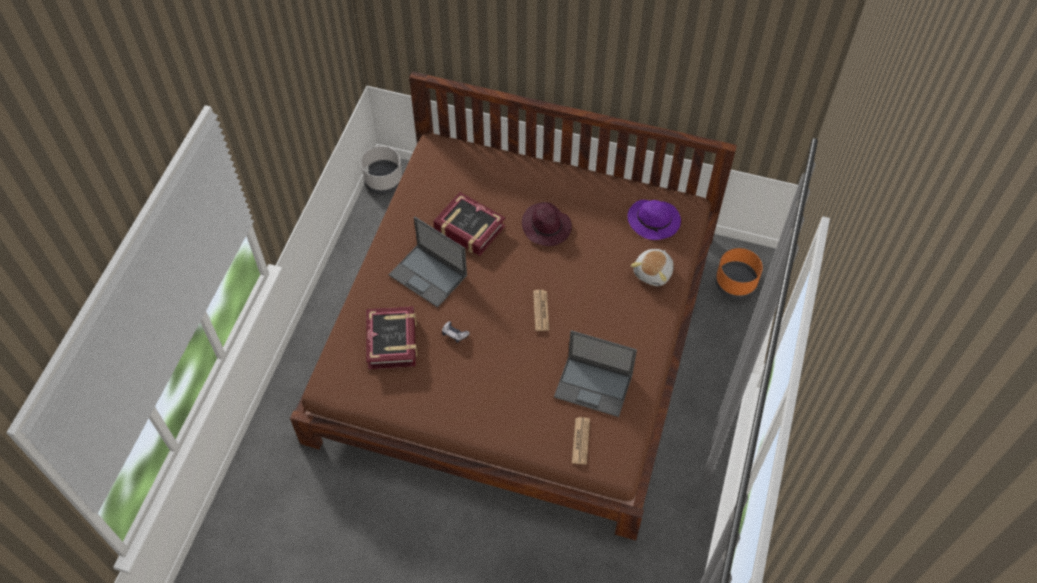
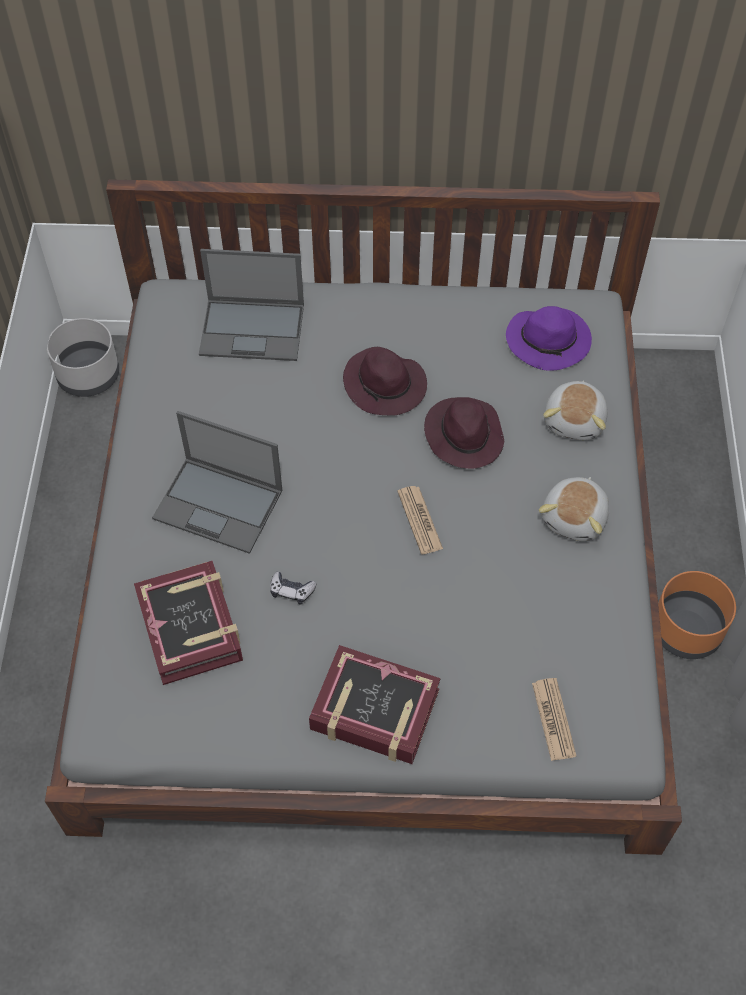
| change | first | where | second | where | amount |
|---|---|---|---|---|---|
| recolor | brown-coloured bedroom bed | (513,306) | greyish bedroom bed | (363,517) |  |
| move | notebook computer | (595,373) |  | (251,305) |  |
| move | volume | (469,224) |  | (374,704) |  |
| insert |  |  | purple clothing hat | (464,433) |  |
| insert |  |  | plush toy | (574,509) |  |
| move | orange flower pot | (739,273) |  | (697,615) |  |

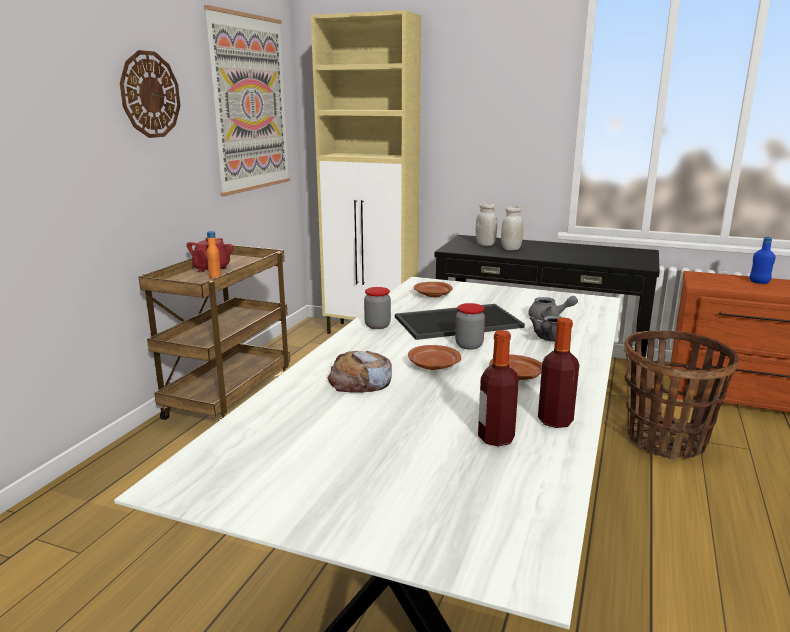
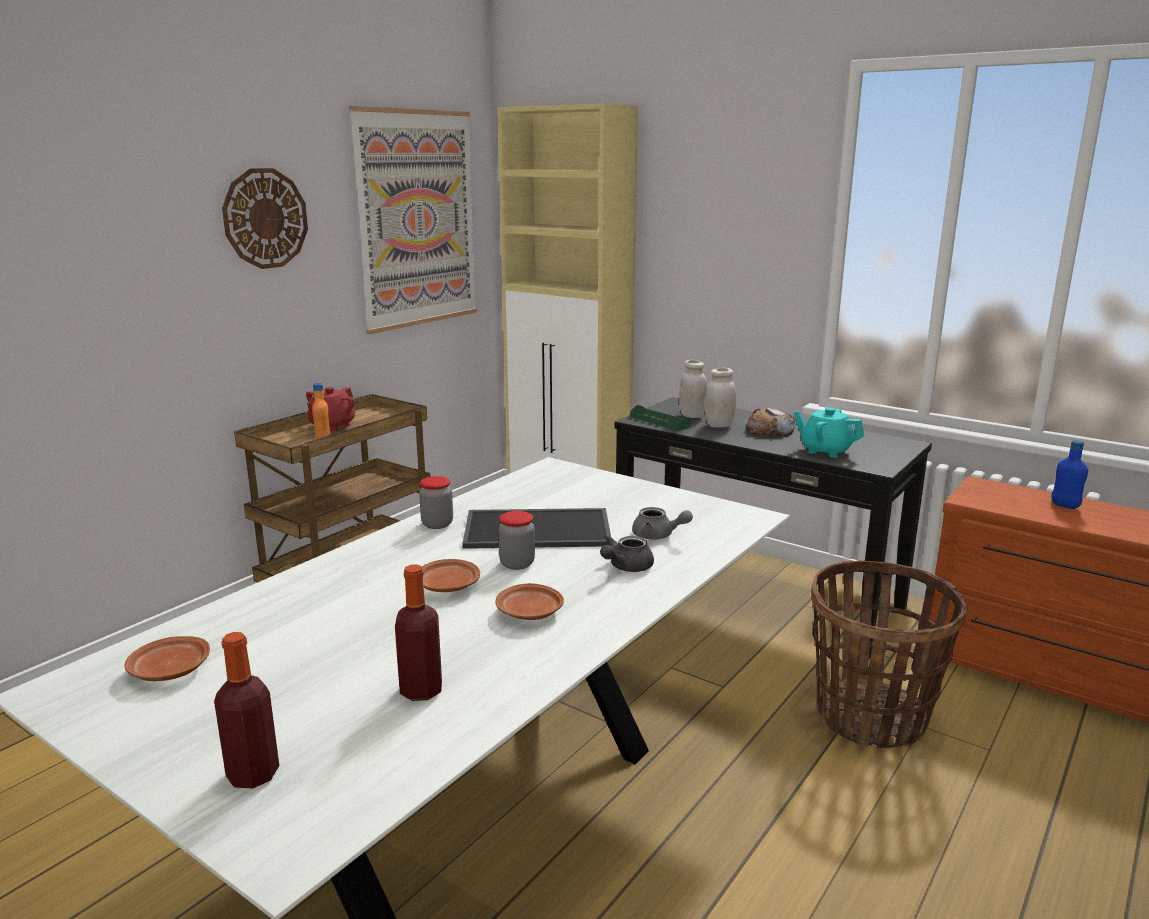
| change | first | where | second | where | amount |
|---|---|---|---|---|---|
| move | brown-coloured dinner plate | (433,289) |  | (167,658) |  |
| move | bottle | (558,373) |  | (246,710) |  |
| insert |  |  | greenish serving tray | (660,418) |  |
| move | bread | (360,372) |  | (770,422) |  |
| insert |  |  | turquoise-coloured pot for tea | (828,433) |  |

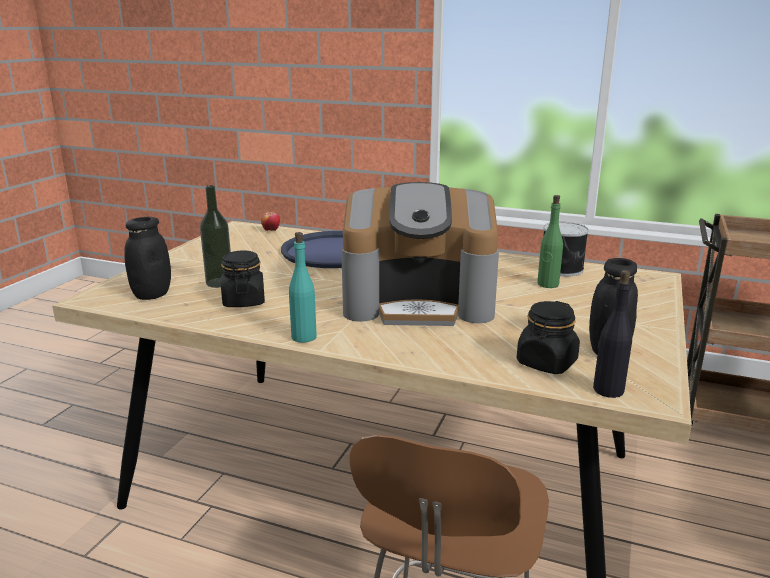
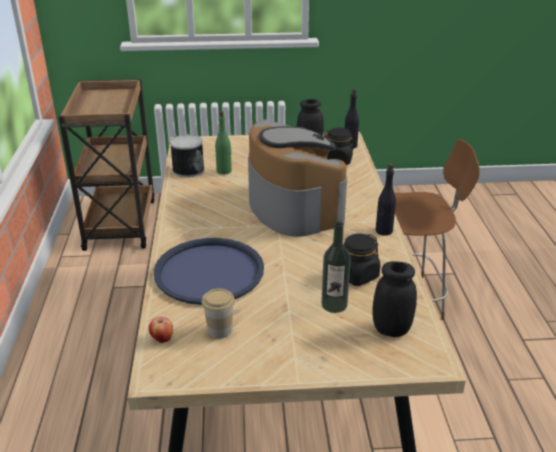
| change | first | where | second | where | amount |
|---|---|---|---|---|---|
| insert |  |  | drinking cup | (218,313) |  |
| recolor | turquoise-coloured bottle | (303,287) | blackish bottle | (386,199) |  |

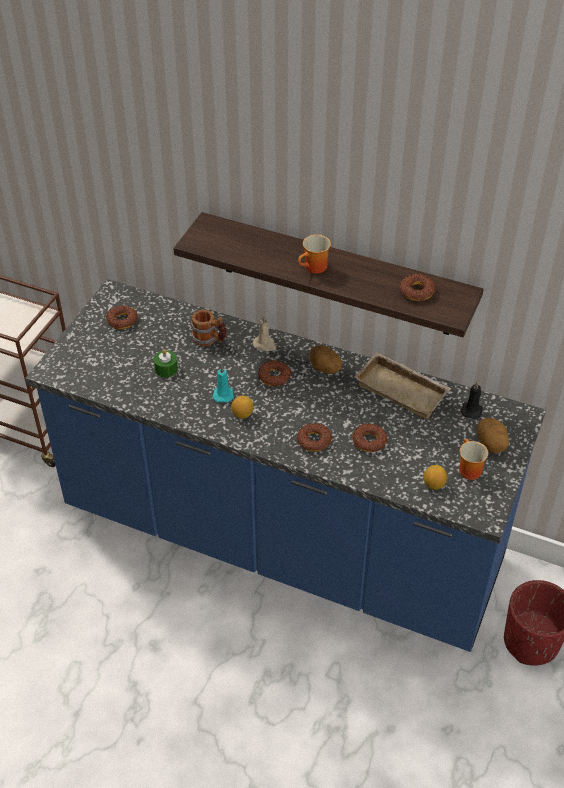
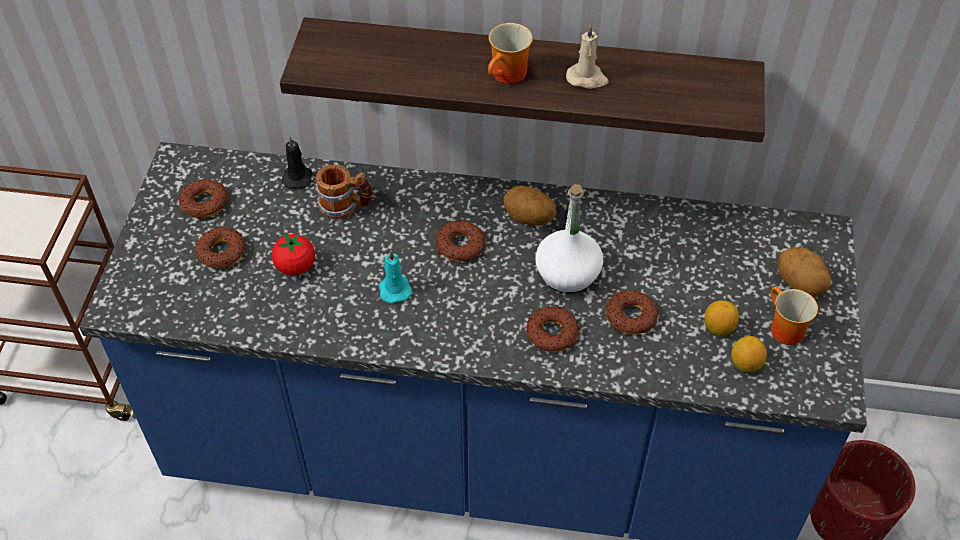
| change | first | where | second | where | amount |
|---|---|---|---|---|---|
| move | ring doughnut | (417,287) |  | (220,248) |  |
| replace | greenish wax light | (166,363) | whole tomato | (293,254) |  |
| move | blackish wax light | (471,400) |  | (296,162) |  |
| insert |  |  | white bottle | (569,238) |  |
| move | beige wax light | (264,333) |  | (587,56) |  |
| move | whole lemon | (242,407) |  | (721,318) |  |
| delete | beige serving tray | (402,385) |  |  |  |

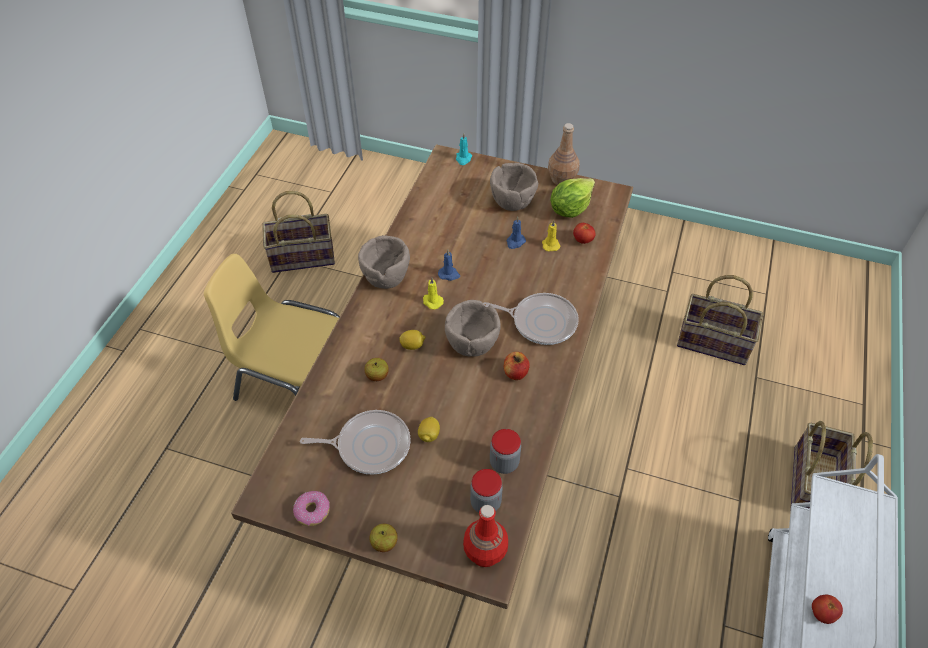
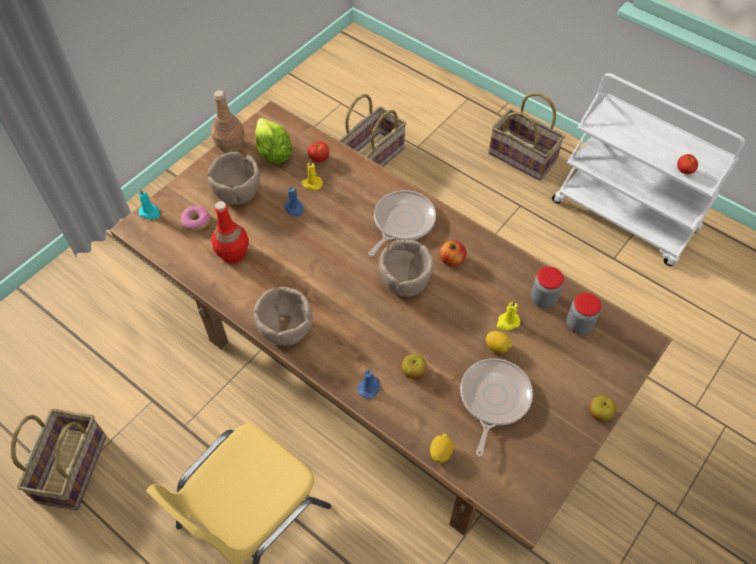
| change | first | where | second | where | amount |
|---|---|---|---|---|---|
| move | ring doughnut | (311,508) |  | (195,219) |  |
| move | reddish bottle | (485,536) |  | (230,232) |  |
| move | bluish wax light | (449,265) |  | (369,384) |  |
| move | whole lemon | (412,340) |  | (442,448) |  |
| move | yellow wax light | (433,293) |  | (508,315) |  |

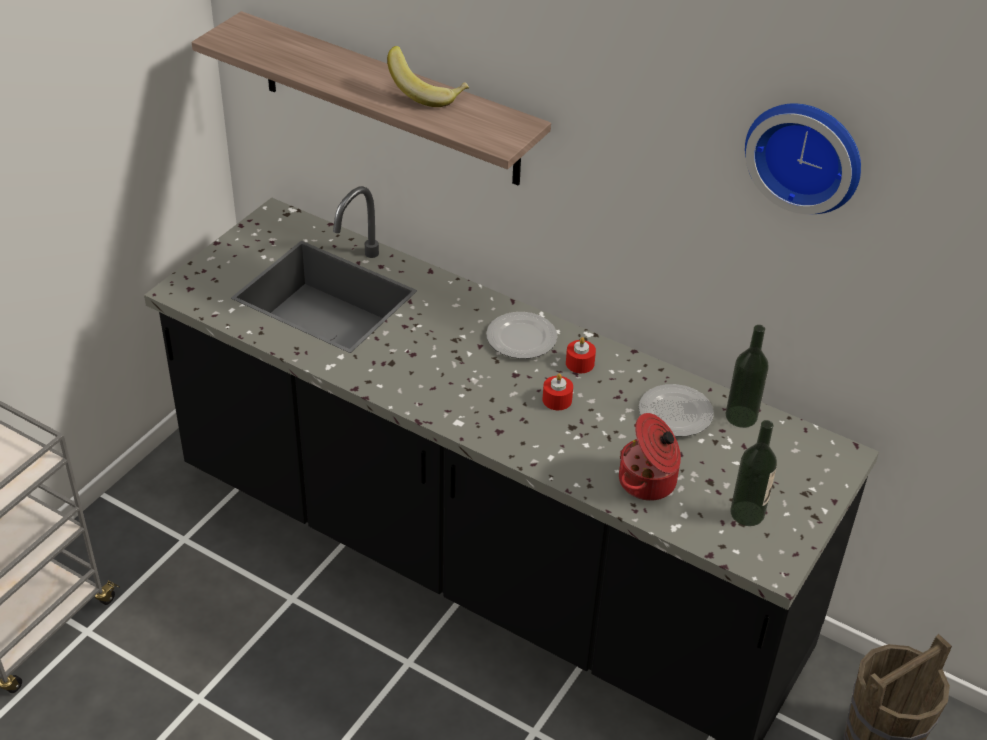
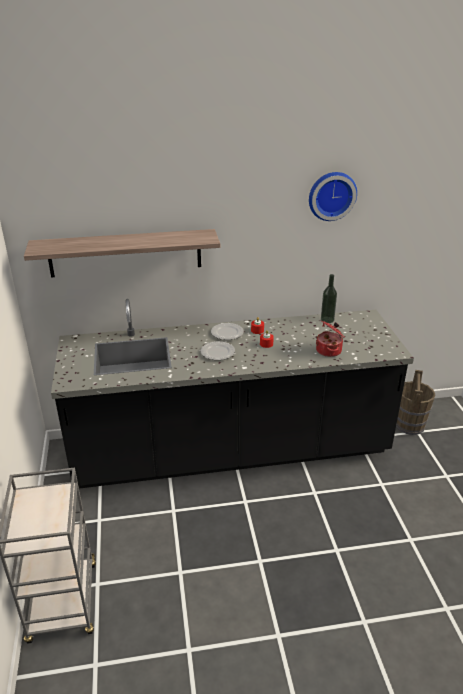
| change | first | where | second | where | amount |
|---|---|---|---|---|---|
| move | dinner plate | (676,410) |  | (218,350) |  |
| delete | whole banana | (428,76) |  |  |  |
| delete | bottle | (753,473) |  |  |  |

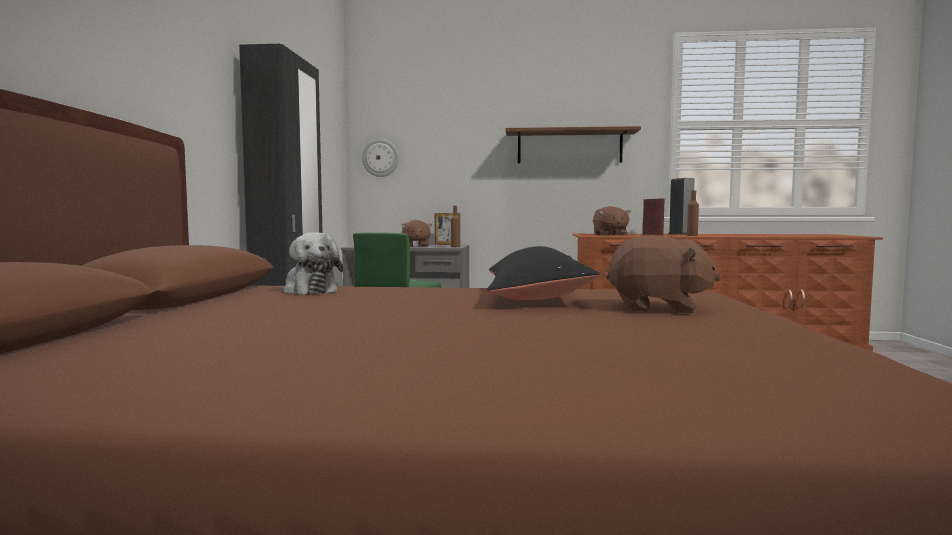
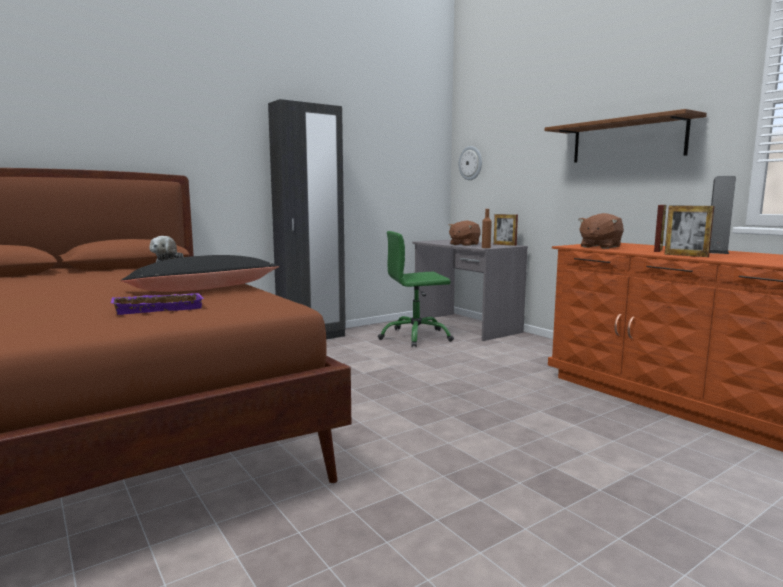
| change | first | where | second | where | amount |
|---|---|---|---|---|---|
| replace | brown-coloured plush toy | (664,275) | purple serving tray | (157,304) |  |
| replace | brown-coloured bottle | (693,213) | photo frame | (689,231) |  |

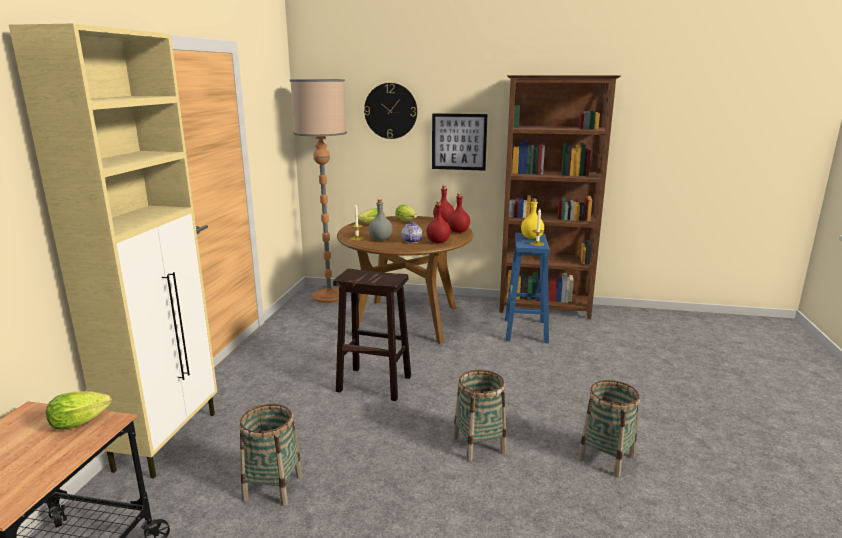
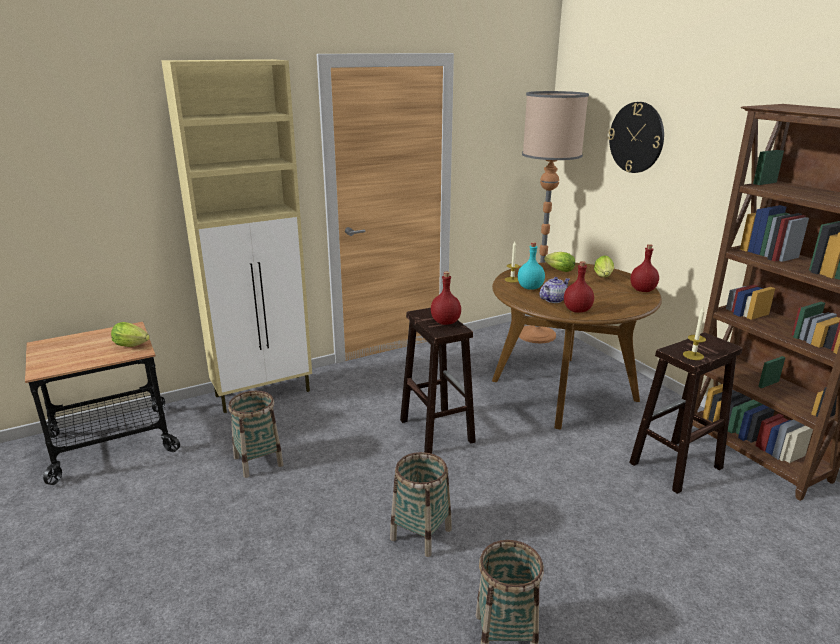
| change | first | where | second | where | amount |
|---|---|---|---|---|---|
| move | reddish bottle | (459,213) |  | (446,298) |  |
| recolor | greyish bottle | (380,220) | turquoise-coloured bottle | (531,266) |  |
| recolor | bluish sitting stool | (527,288) | brown-coloured sitting stool | (686,413) |  |
| delete | picture | (459,142) |  |  |  |
| delete | yellow bottle | (532,218) |  |  |  |

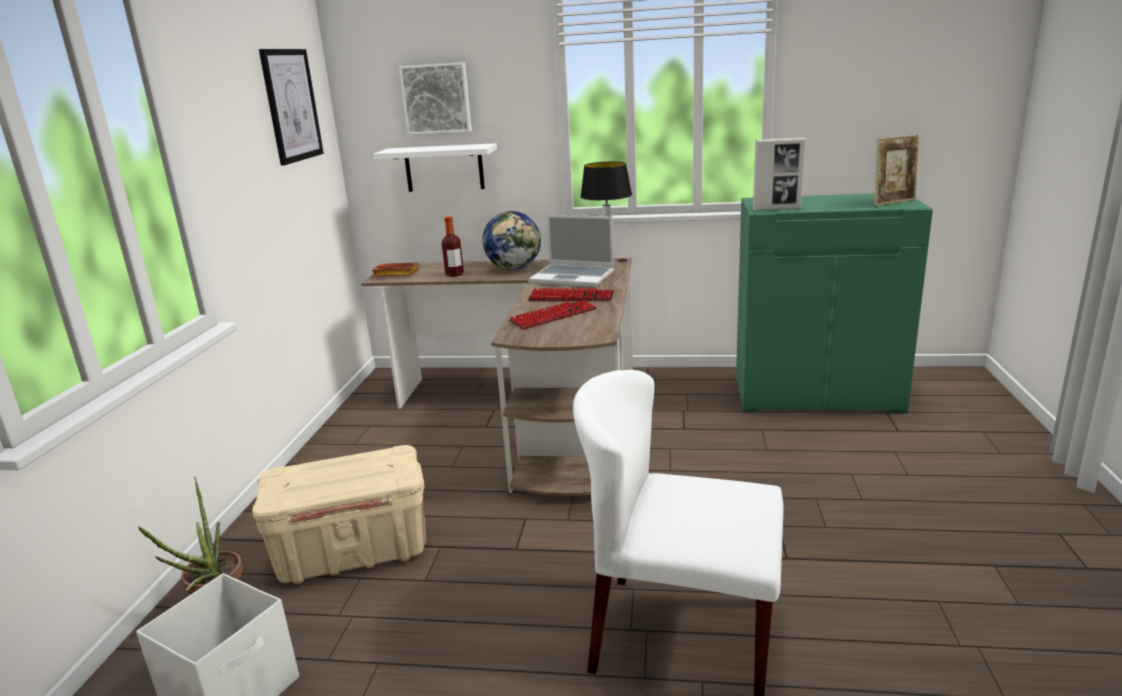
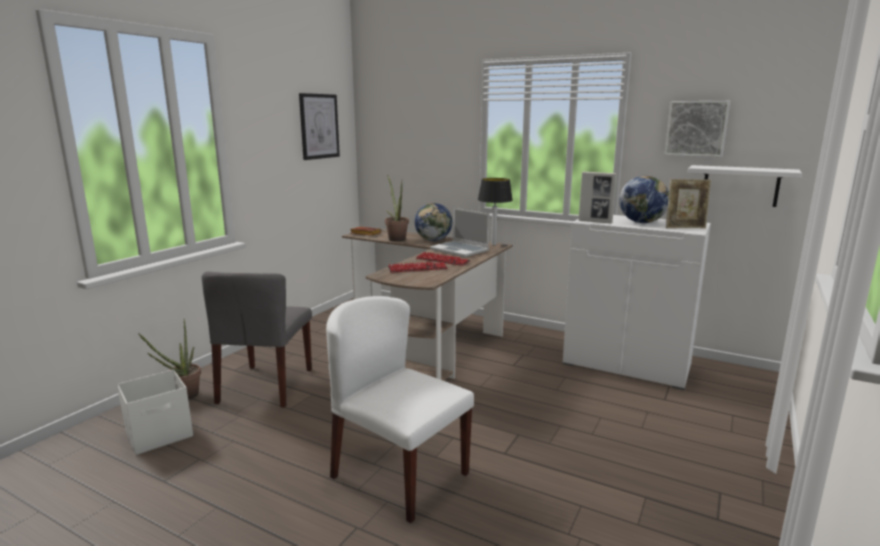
| change | first | where | second | where | amount |
|---|---|---|---|---|---|
| replace | beige storage container | (339,514) | greyish plain chair | (257,339) |  |
| replace | bottle | (453,246) | houseplant | (397,208) |  |
| recolor | greenish storage cabinet | (834,303) | white storage cabinet | (637,302) |  |
| insert |  |  | globe | (644,199) |  |
| move | picture | (435,98) |  | (697,129) |  |
| move | white shelf | (435,167) |  | (745,186) |  |

